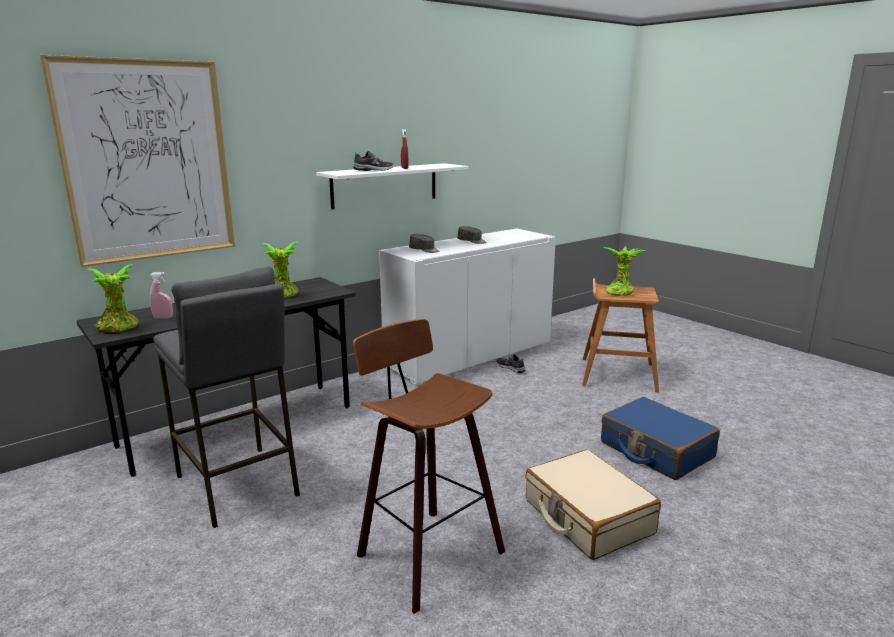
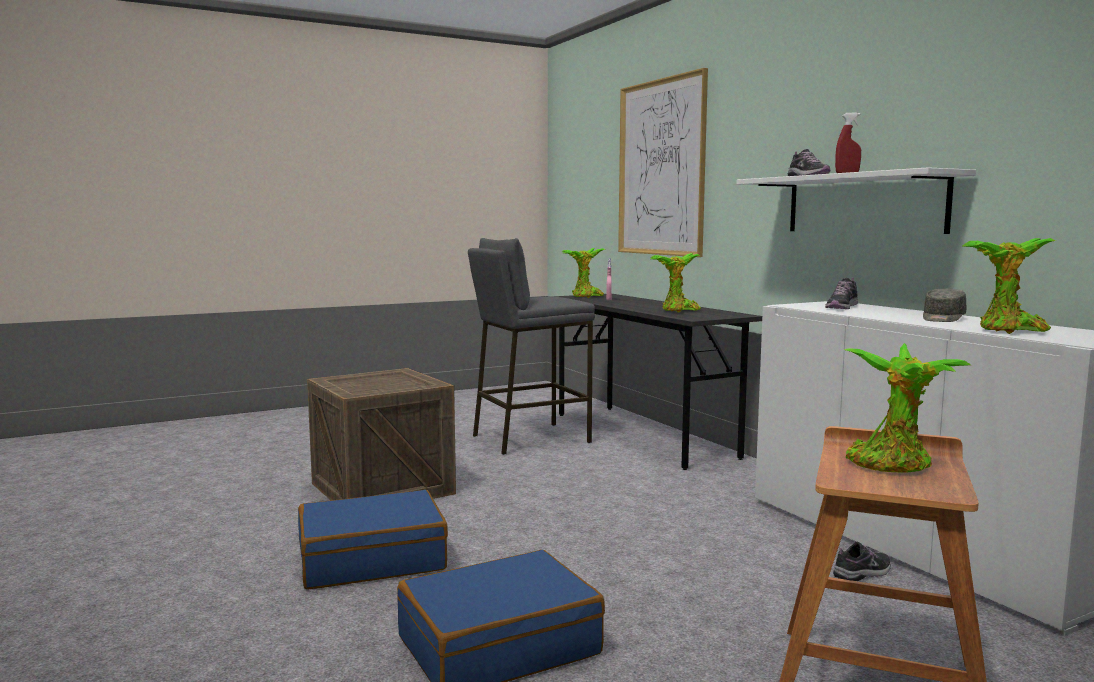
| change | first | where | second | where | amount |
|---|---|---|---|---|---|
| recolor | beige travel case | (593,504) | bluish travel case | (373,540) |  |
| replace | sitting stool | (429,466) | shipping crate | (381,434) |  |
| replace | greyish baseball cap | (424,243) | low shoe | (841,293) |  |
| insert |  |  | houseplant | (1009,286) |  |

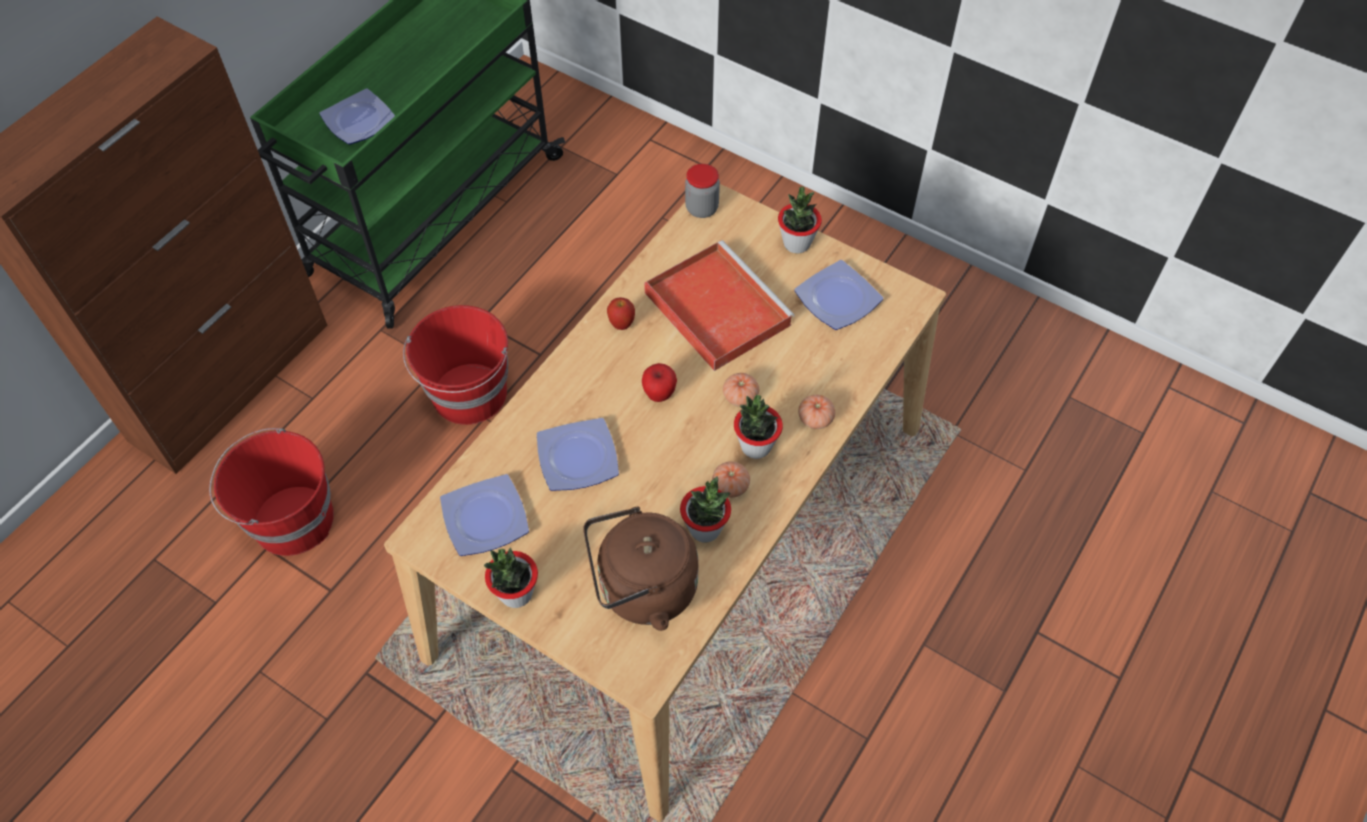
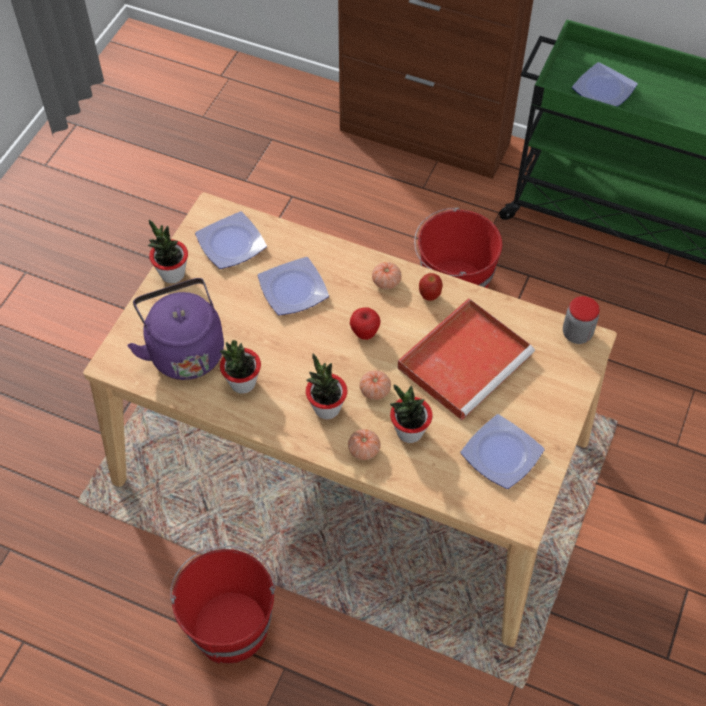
| change | first | where | second | where | amount |
|---|---|---|---|---|---|
| recolor | brown-coloured tea kettle | (641,569) | purple tea kettle | (175,329) |  |
| move | reddish bucket | (271,492) |  | (222,605) |  |
| move | whole tomato | (731,479) |  | (387,275) |  |
| move | houseplant | (800,220) |  | (411,413) |  |

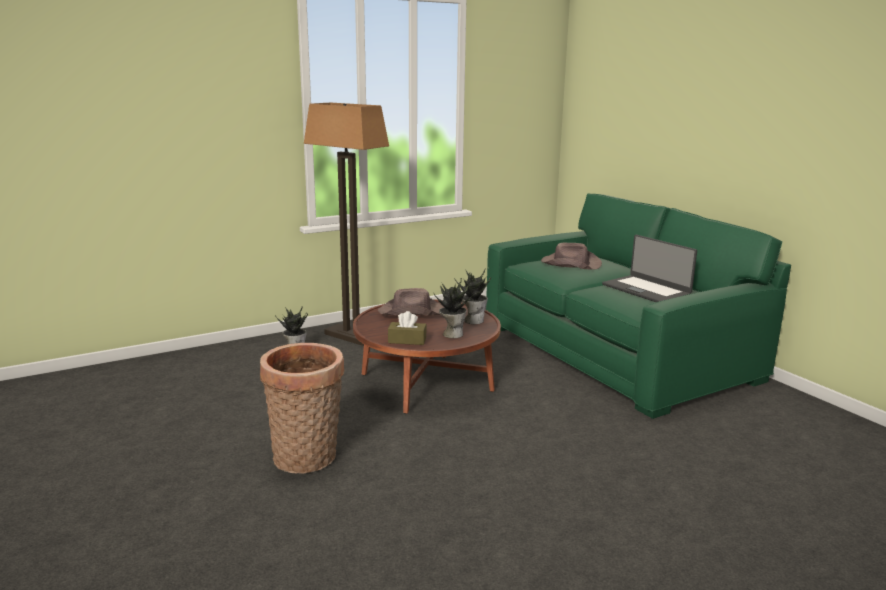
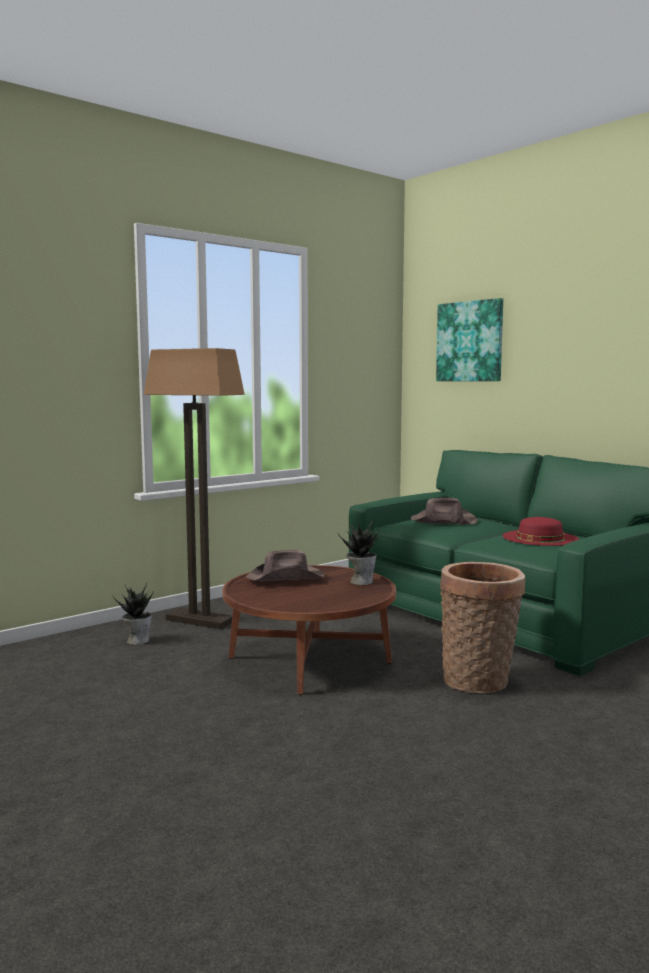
| change | first | where | second | where | amount |
|---|---|---|---|---|---|
| insert |  |  | picture | (469,339) |  |
| move | storage basket | (302,408) |  | (482,628) |  |
| replace | notebook computer | (649,268) | reddish clothing hat | (541,531) |  |
| delete | brown-coloured tissue box | (407,328) |  |  |  |
| delete | houseplant | (453,308) |  |  |  |

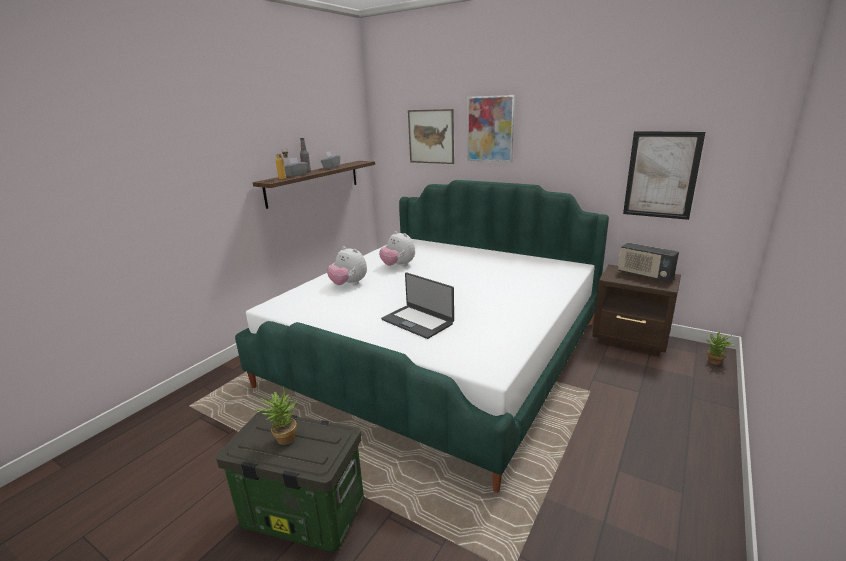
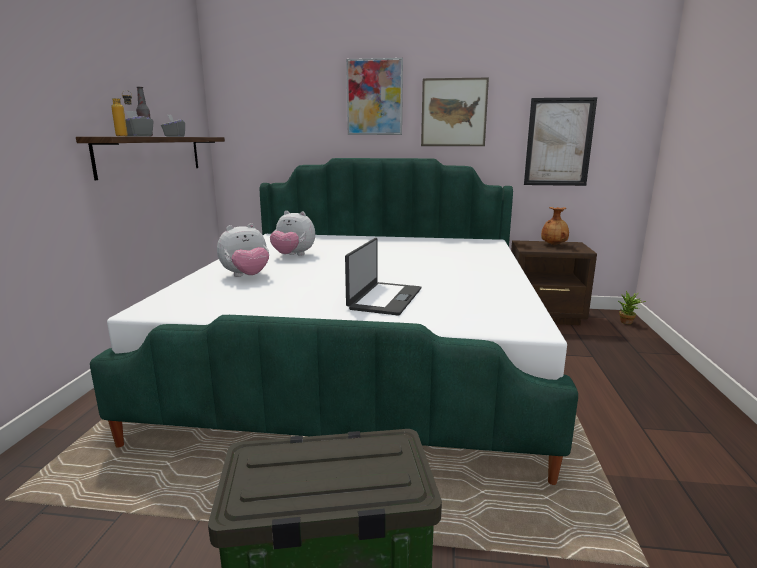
| change | first | where | second | where | amount |
|---|---|---|---|---|---|
| rotate | plush toy | (347,265) |  | (243,250) | 45 degrees counterclockwise |
| rotate | notebook computer | (417,306) |  | (383,277) | 90 degrees counterclockwise |
| move | picture | (431,136) |  | (455,112) |  |
| replace | radio set | (648,262) | brown-coloured decorative vase | (555,226) |  |
| delete | houseplant | (275,415) |  |  |  |

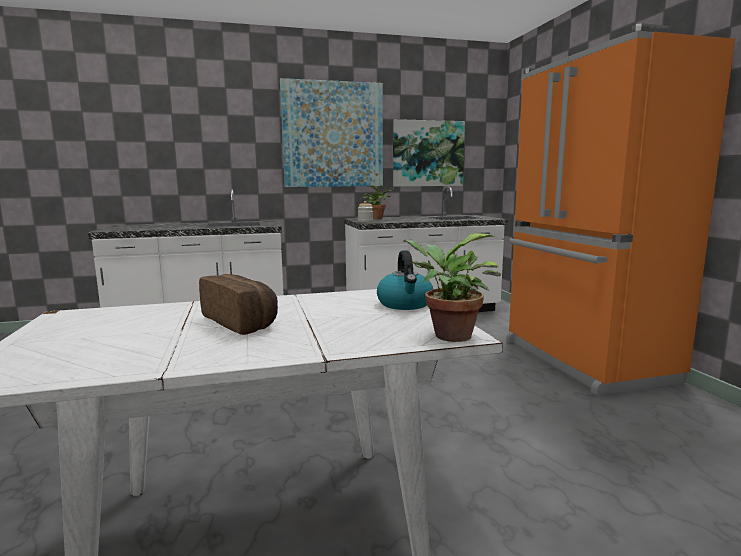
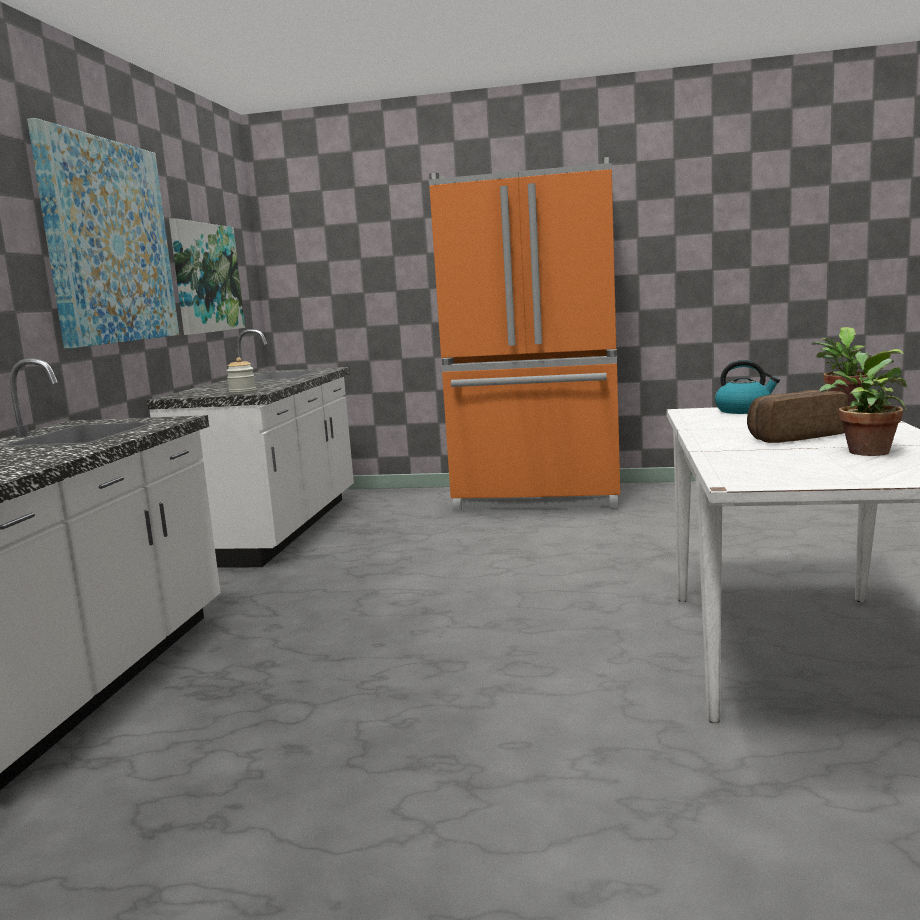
| change | first | where | second | where | amount |
|---|---|---|---|---|---|
| move | houseplant | (379,202) |  | (863,402) |  |

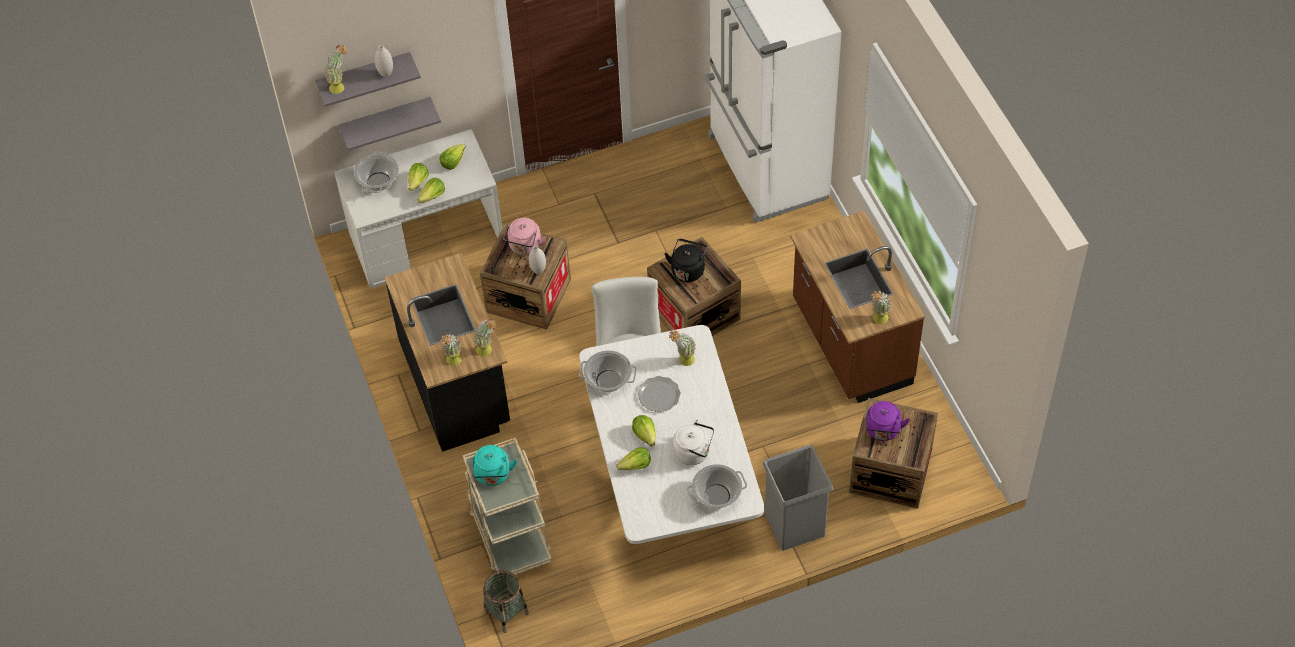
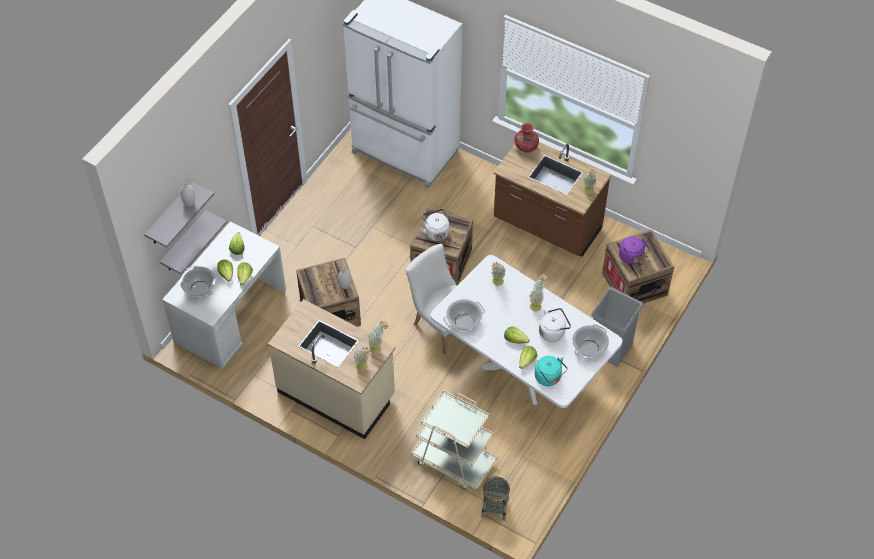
| change | first | where | second | where | amount |
|---|---|---|---|---|---|
| recolor | blackish kitchen base unit | (447,352) | beige kitchen base unit | (332,369) |  |
| recolor | blackish tea kettle | (686,260) | white tea kettle | (434,225) |  |
| insert |  |  | reddish decorative vase | (526,138) |  |
| move | houseplant | (336,69) |  | (538,292) |  |
| move | turquoise-coloured tea kettle | (494,465) |  | (551,371) |  |
| delete | pink-coloured tea kettle | (524,236) |  |  |  |
| delete | dinner plate | (659,394) |  |  |  |

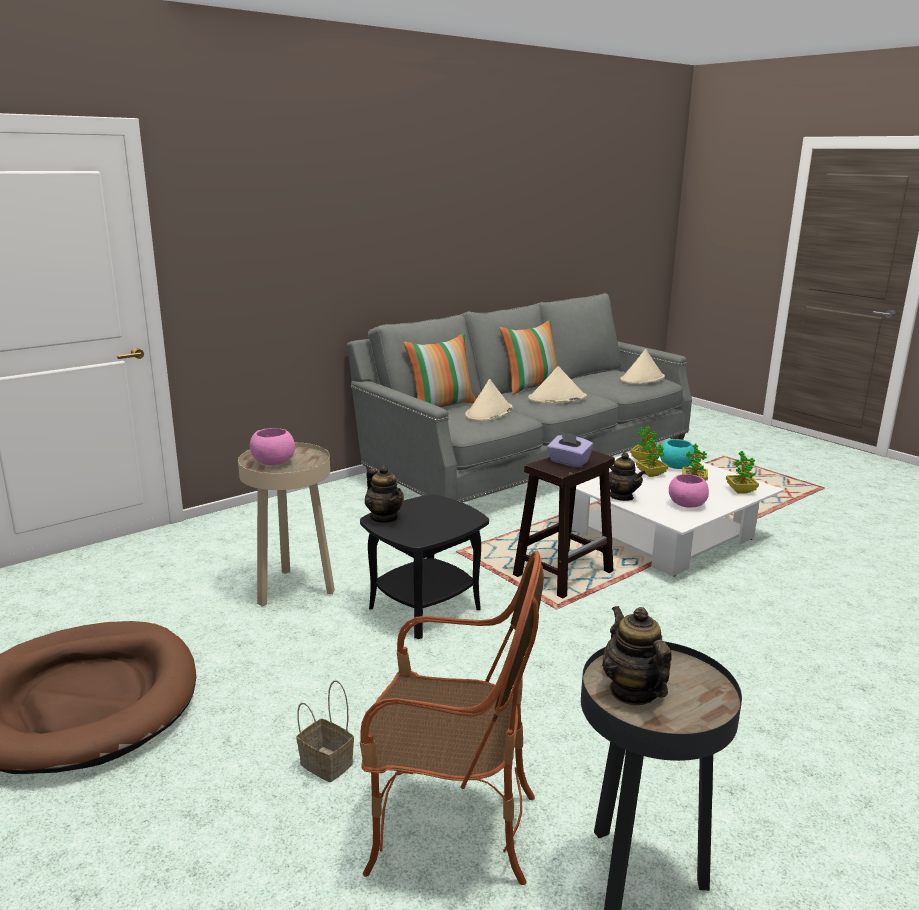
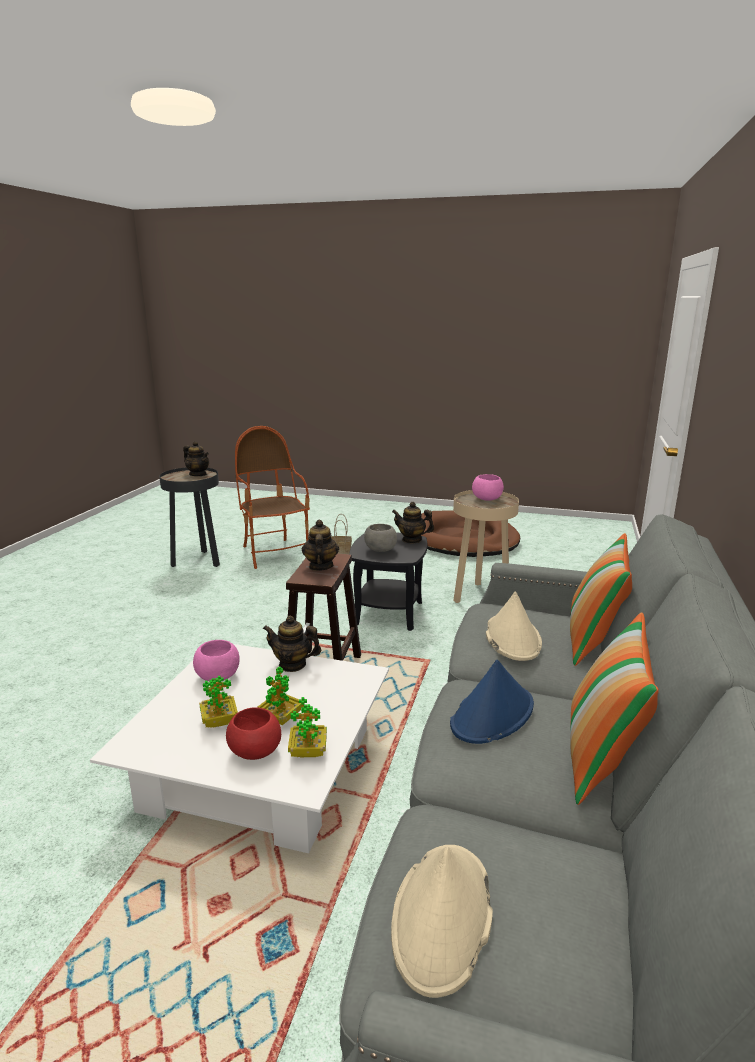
| change | first | where | second | where | amount |
|---|---|---|---|---|---|
| recolor | turquoise-coloured serving bowl | (677,454) | reddish serving bowl | (253,733) |  |
| rotate | easy chair | (452,717) |  | (272,497) | 90 degrees clockwise |
| replace | purple tissue box | (570,449) | pot for tea | (320,545) |  |
| insert |  |  | greyish serving bowl | (380,538) |  |
| recolor | beige clothing hat | (557,384) | bluish clothing hat | (492,702) |  |
| delete | houseplant | (742,472) |  |  |  |

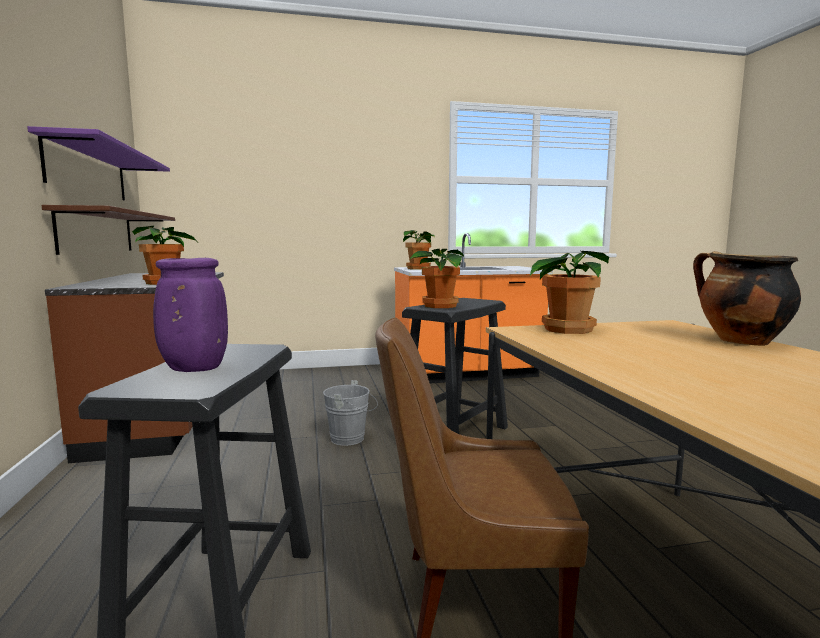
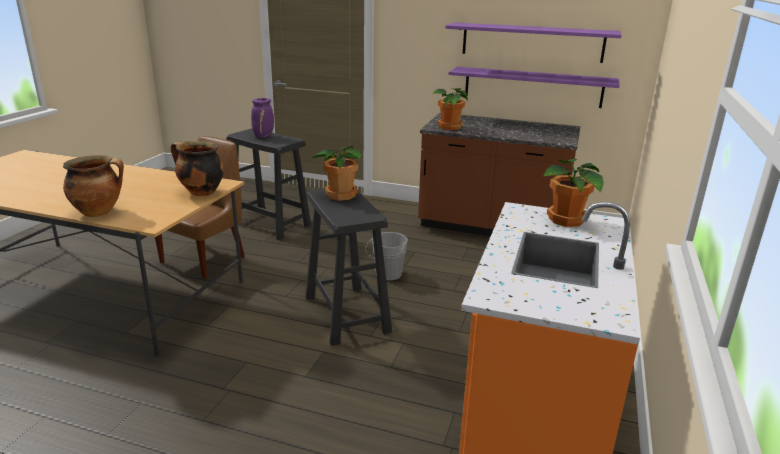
| change | first | where | second | where | amount |
|---|---|---|---|---|---|
| replace | houseplant | (569,292) | stockpot | (197,168) |  |
| recolor | brown-coloured shelf | (108,230) | purple shelf | (534,87) |  |

